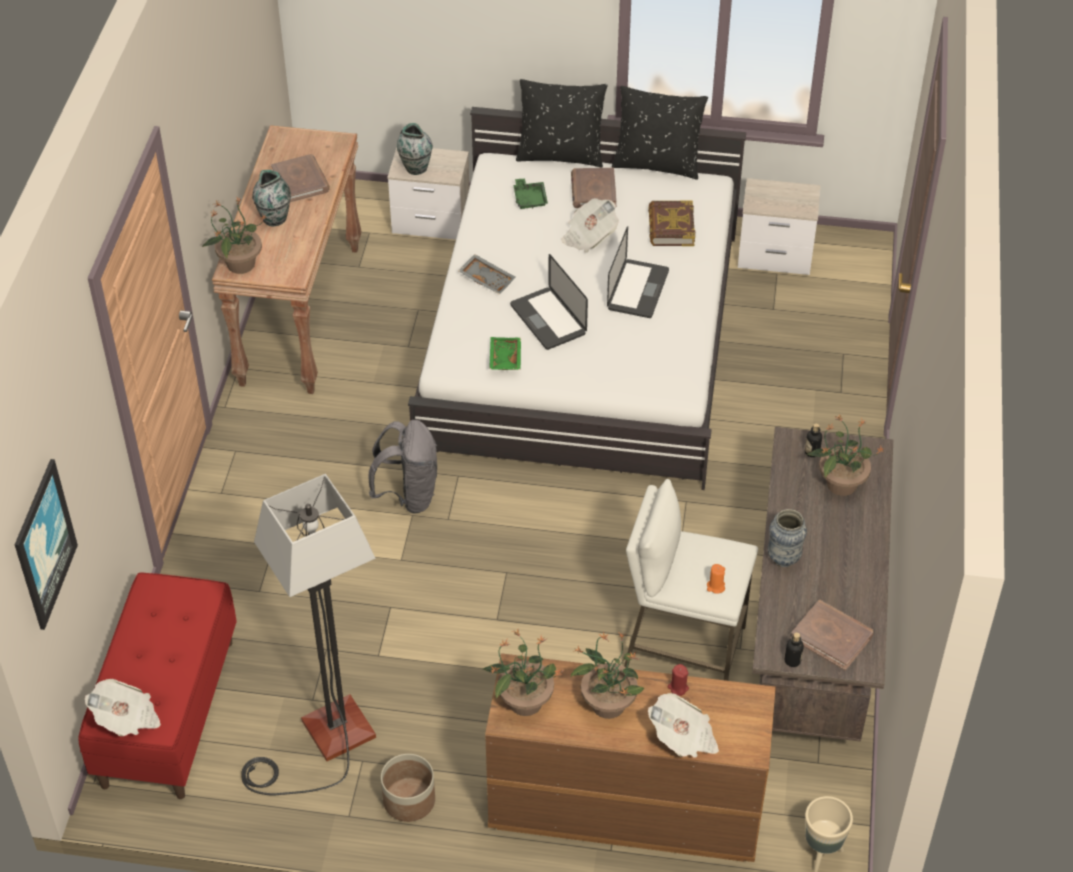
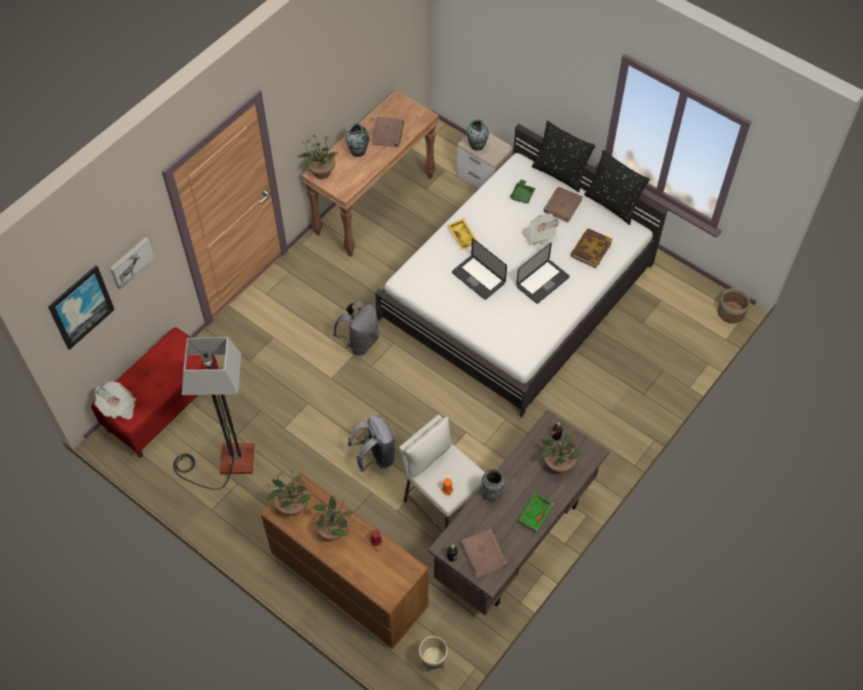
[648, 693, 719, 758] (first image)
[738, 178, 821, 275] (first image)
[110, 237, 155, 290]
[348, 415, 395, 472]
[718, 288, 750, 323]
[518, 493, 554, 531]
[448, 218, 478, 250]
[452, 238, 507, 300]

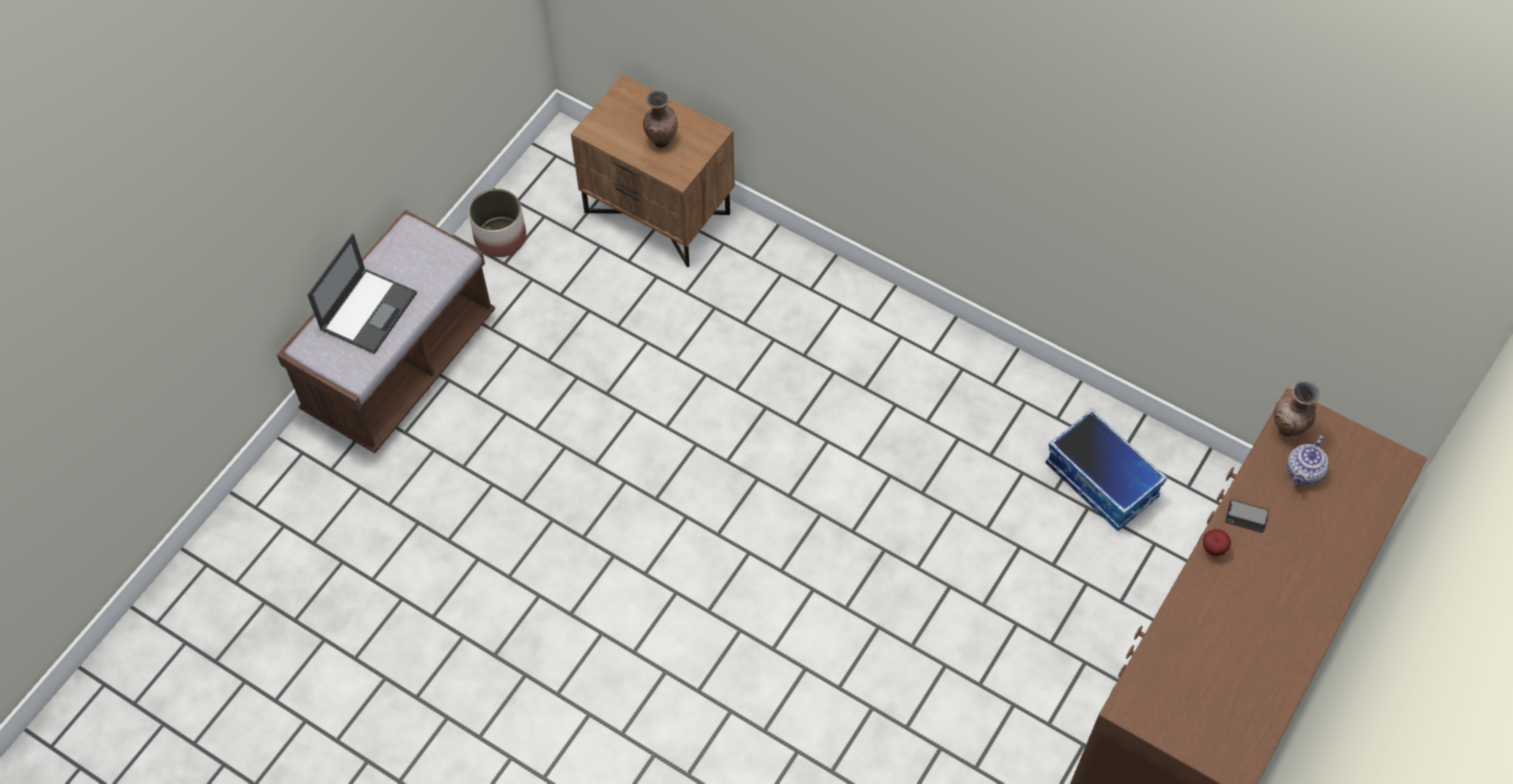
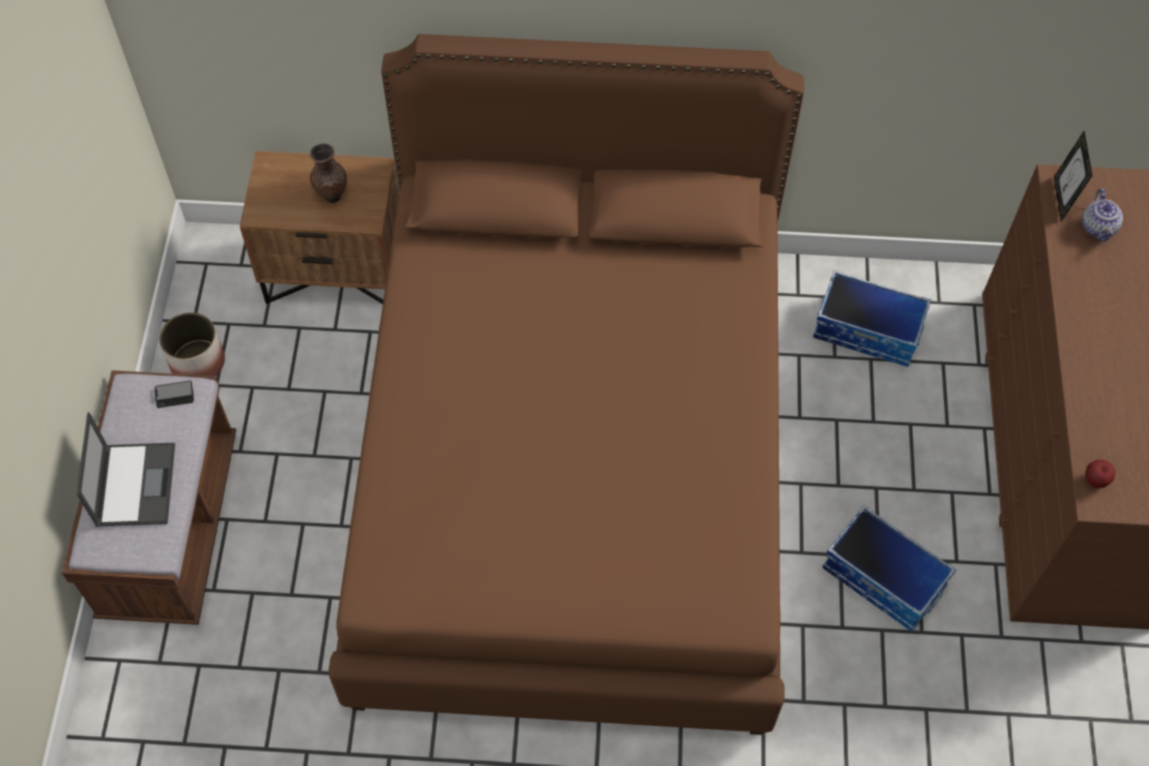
[328, 34, 804, 735]
[822, 505, 957, 632]
[1085, 459, 1115, 488]
[155, 381, 194, 408]
[1054, 131, 1092, 221]

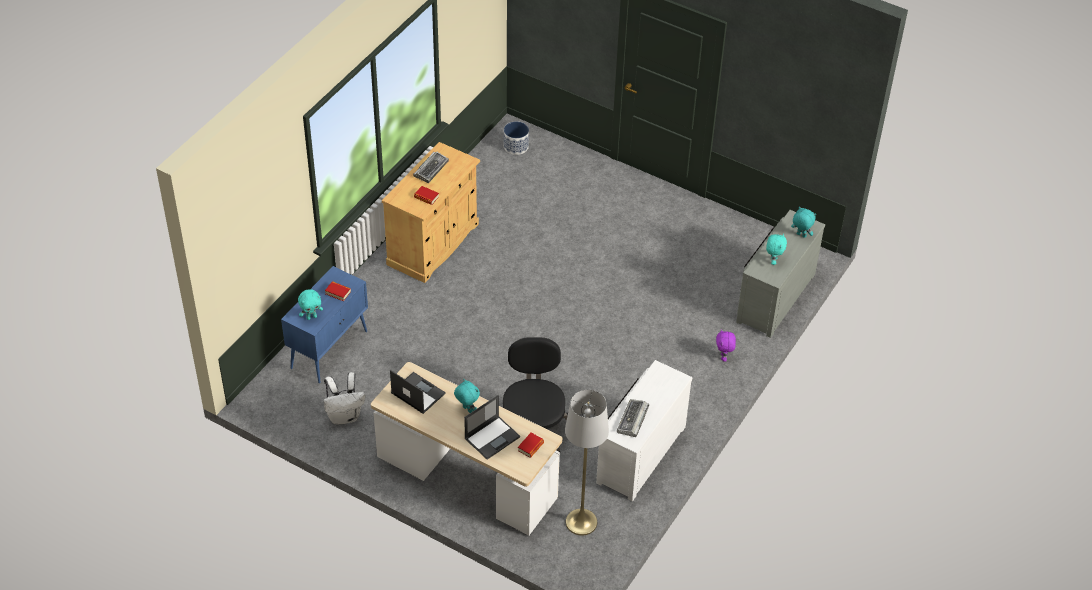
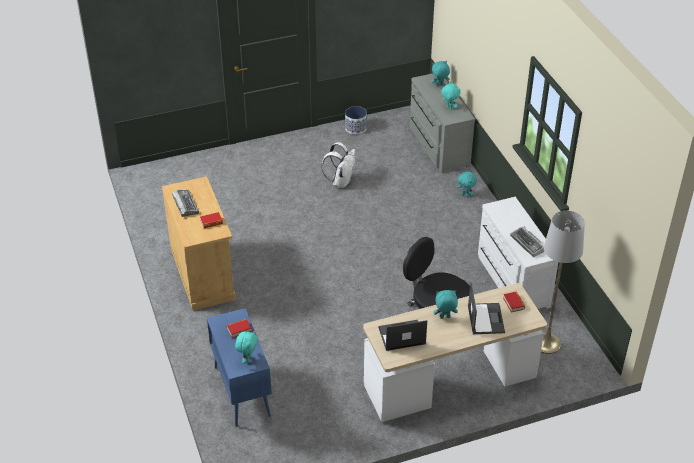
[321, 142, 355, 188]
[345, 106, 367, 135]
[458, 171, 477, 198]

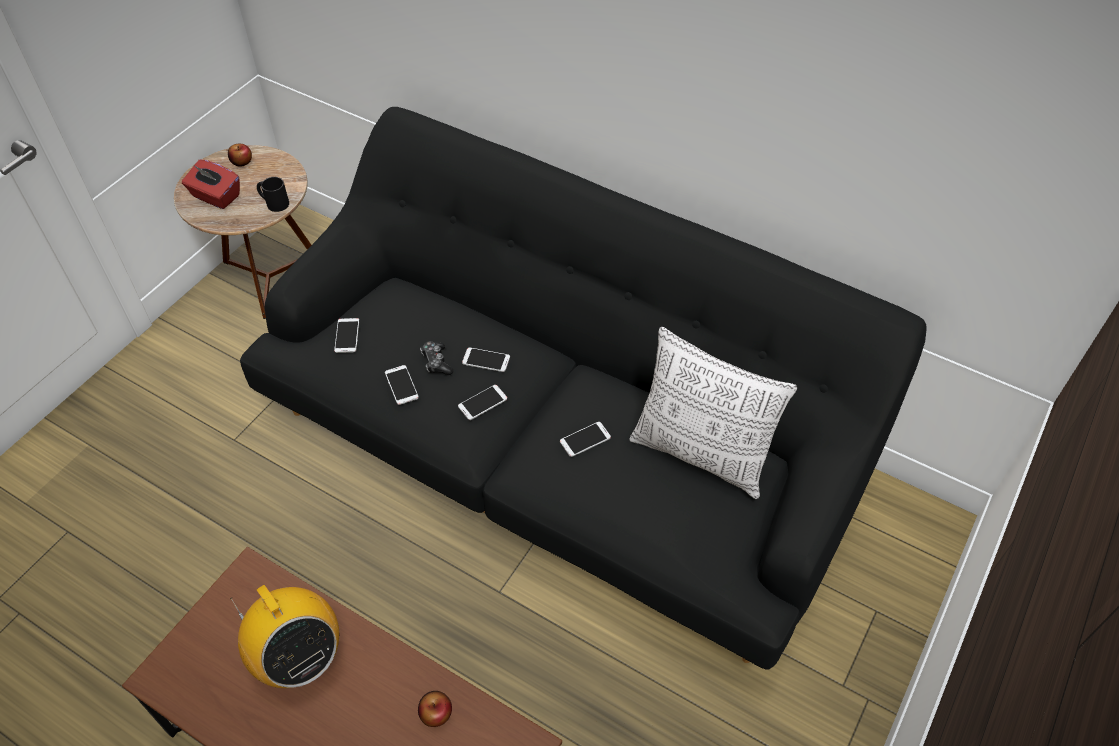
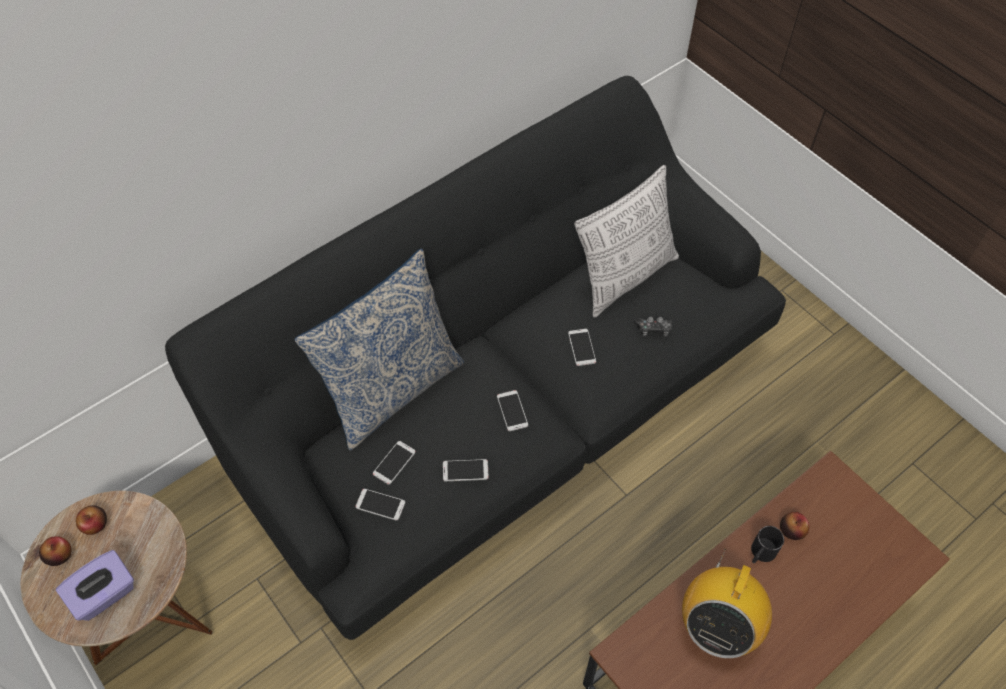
[76, 505, 107, 535]
[295, 249, 464, 451]
[751, 526, 784, 563]
[634, 316, 673, 337]
[373, 441, 415, 485]
[56, 550, 134, 621]
[682, 549, 772, 658]

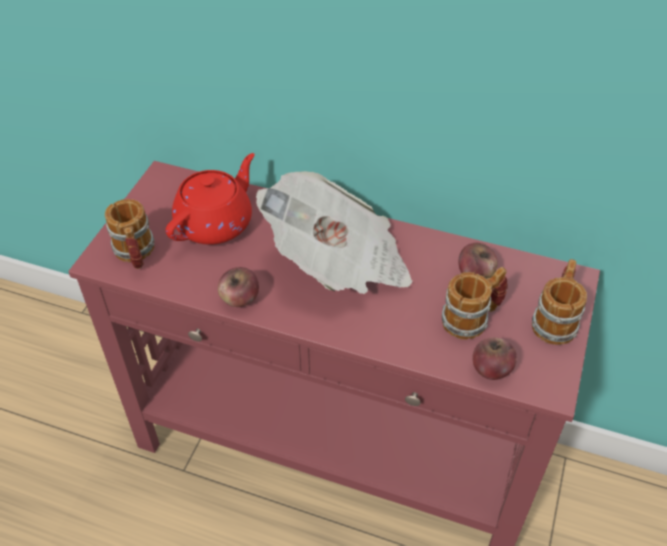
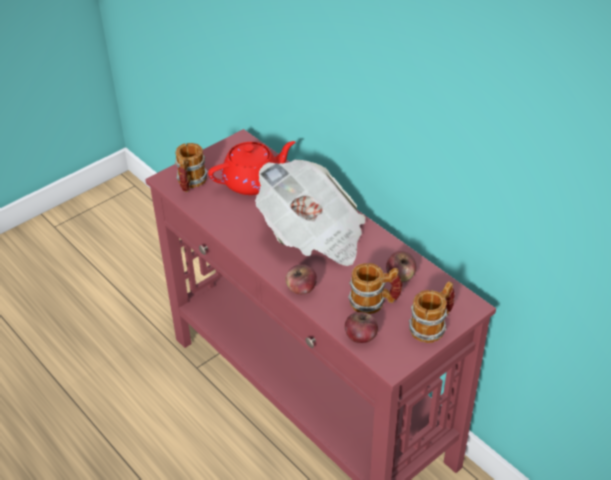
[286, 264, 317, 294]

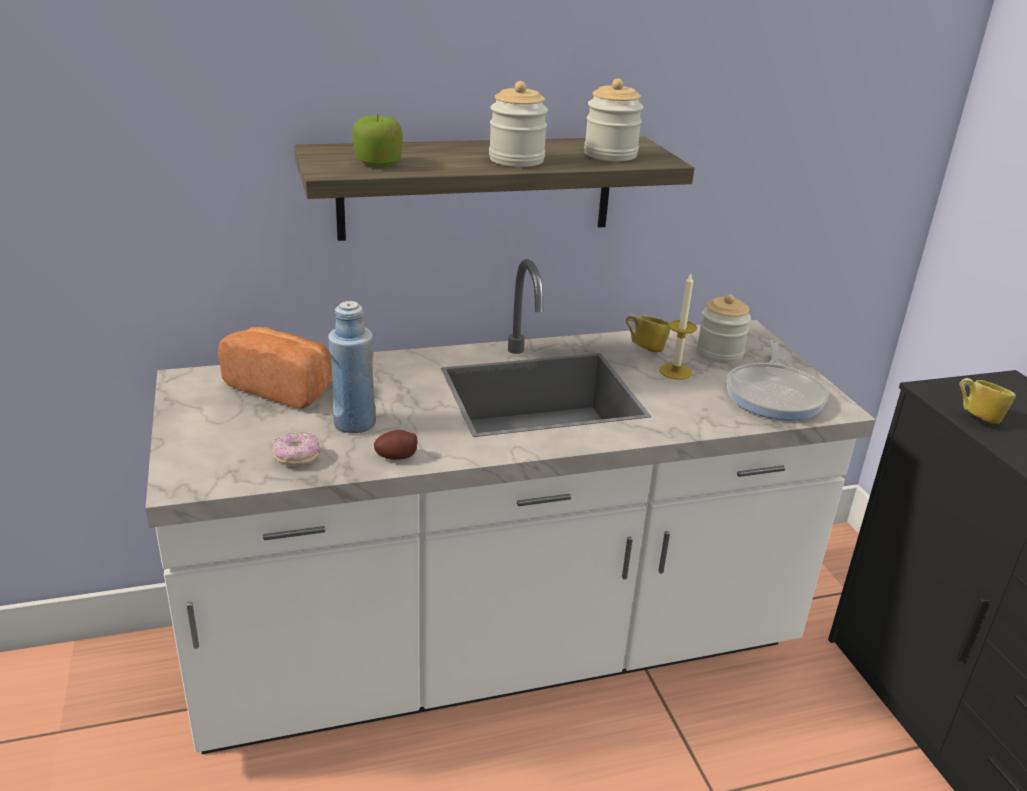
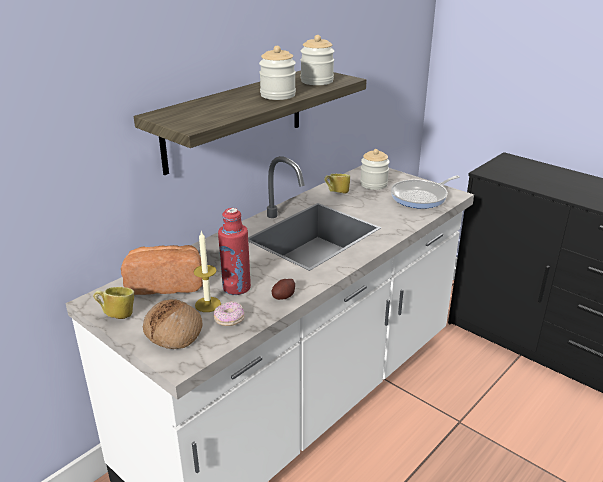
[353, 114, 403, 166] (first image)
[143, 299, 203, 349]
[194, 231, 221, 312]
[93, 287, 134, 319]
[218, 208, 251, 295]
[391, 175, 460, 209]

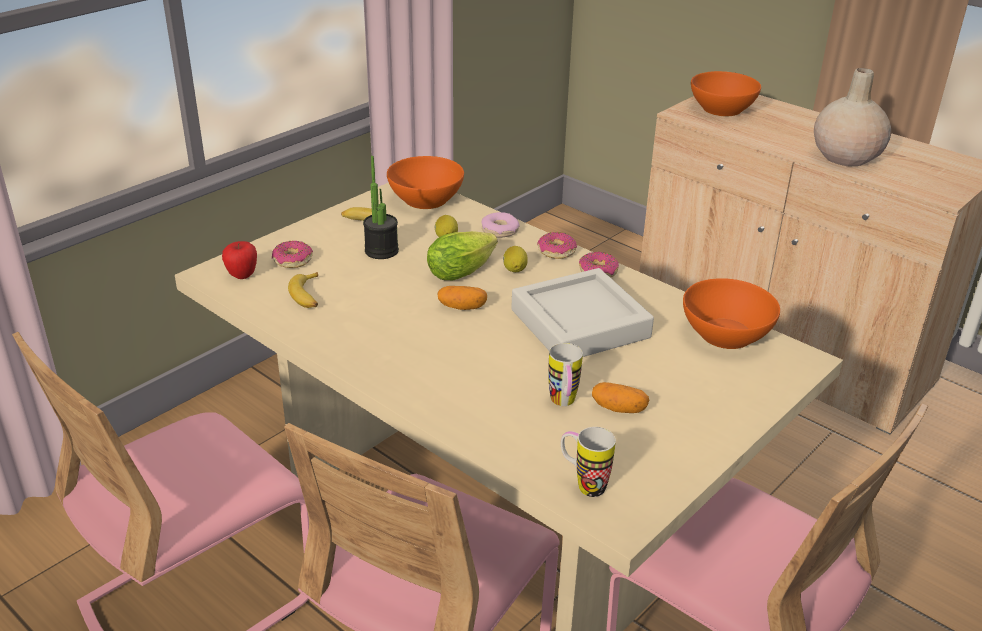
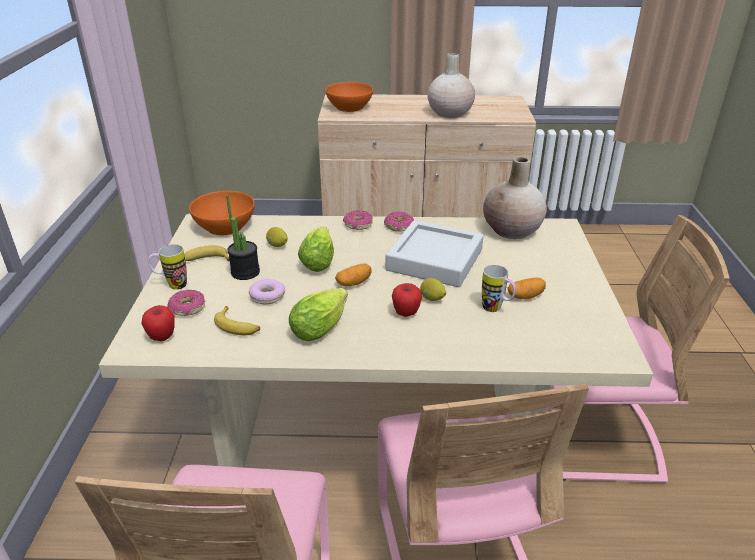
[289, 288, 348, 341]
[392, 283, 422, 317]
[249, 279, 285, 304]
[420, 278, 446, 301]
[148, 244, 187, 290]
[483, 157, 547, 239]

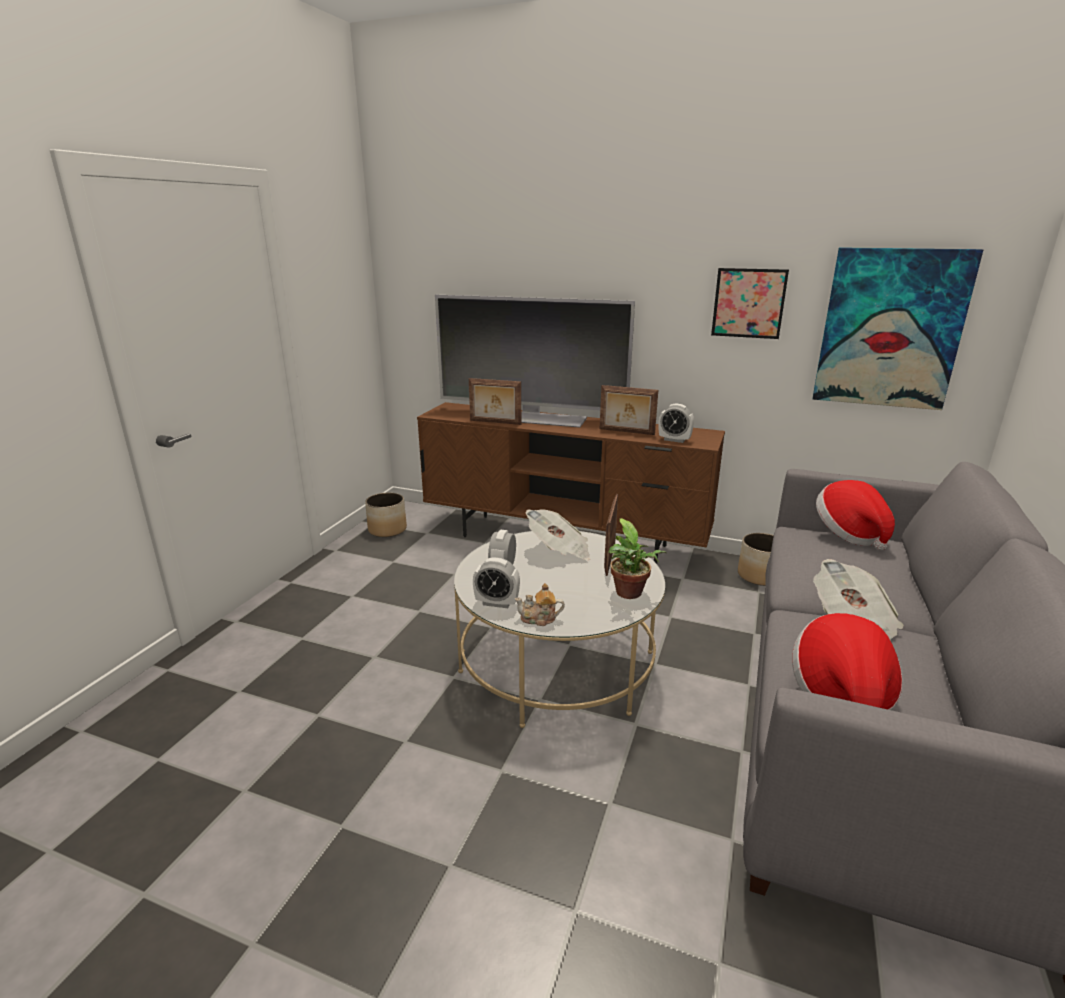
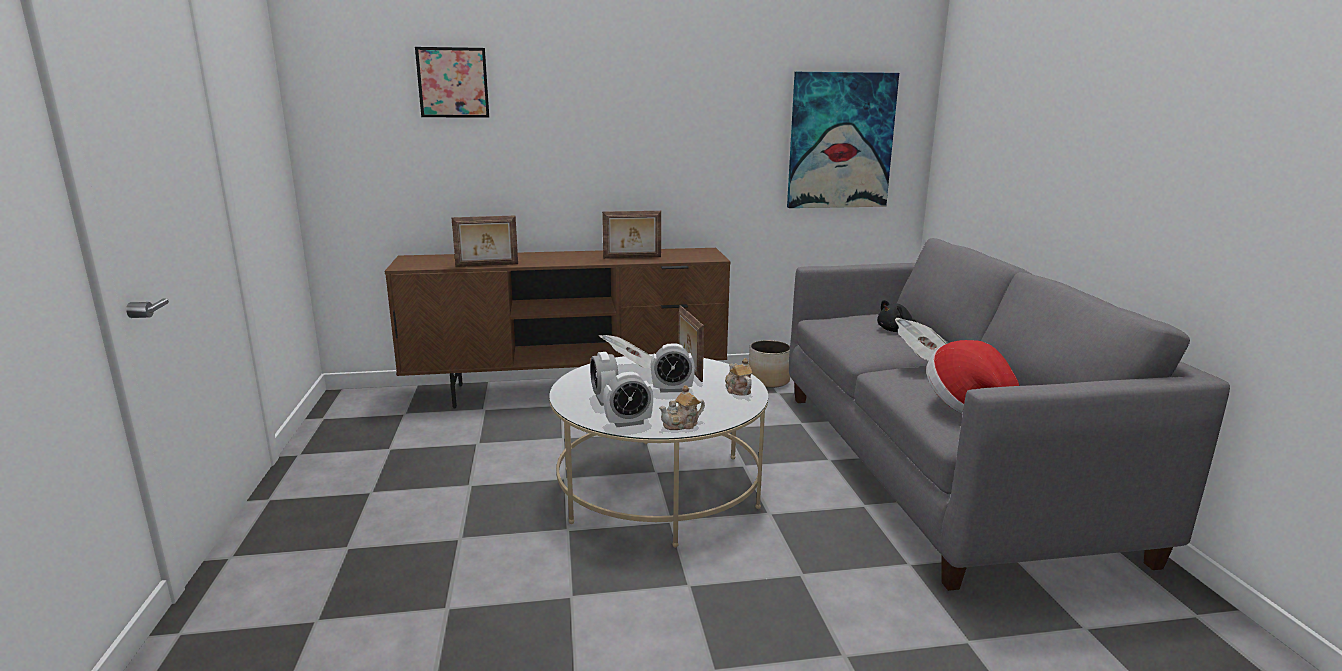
[365, 493, 407, 537] (first image)
[435, 295, 635, 428] (first image)
[816, 480, 895, 550] (first image)
[877, 300, 917, 332]
[651, 343, 695, 393]
[415, 47, 489, 117]
[725, 358, 753, 396]

